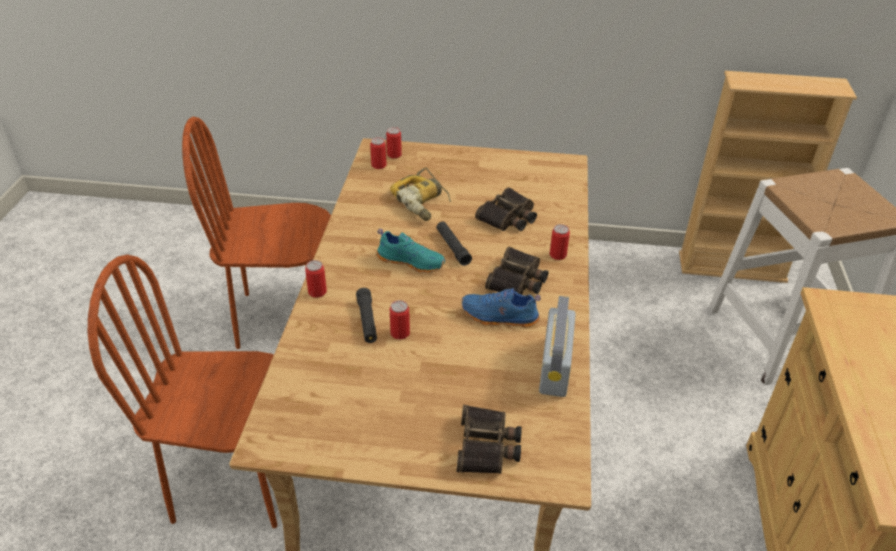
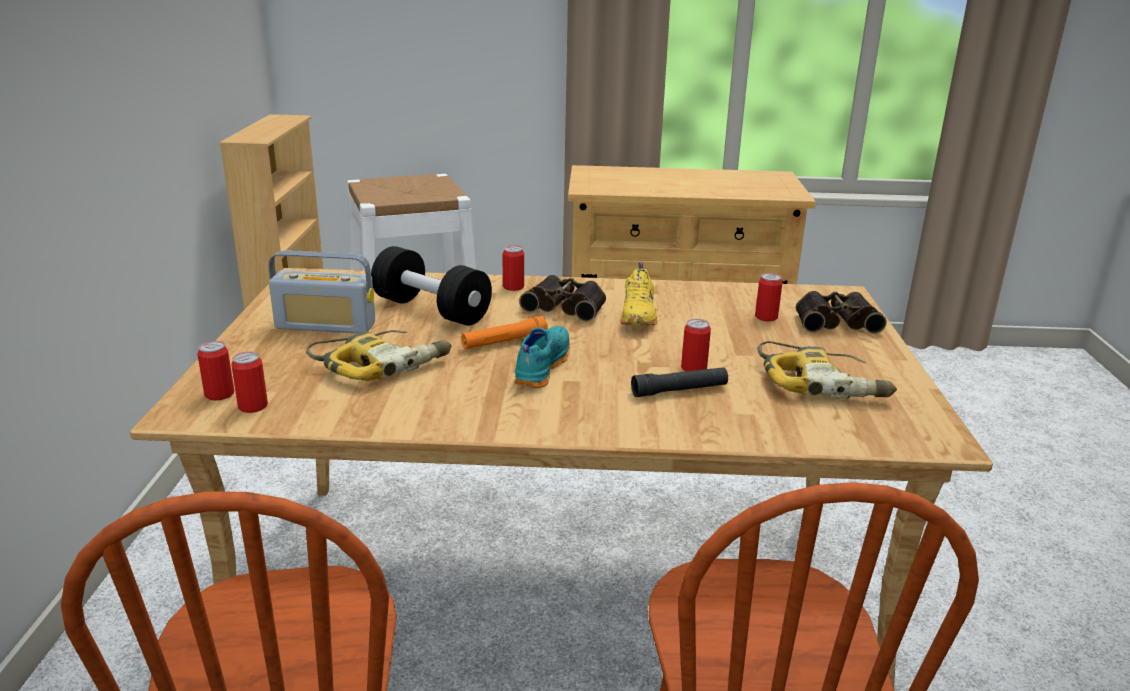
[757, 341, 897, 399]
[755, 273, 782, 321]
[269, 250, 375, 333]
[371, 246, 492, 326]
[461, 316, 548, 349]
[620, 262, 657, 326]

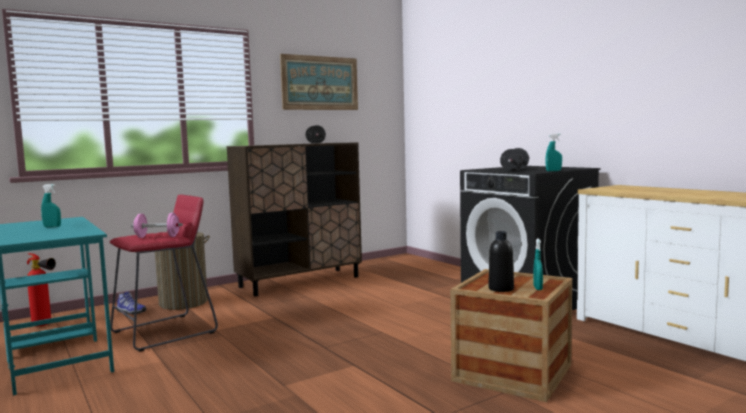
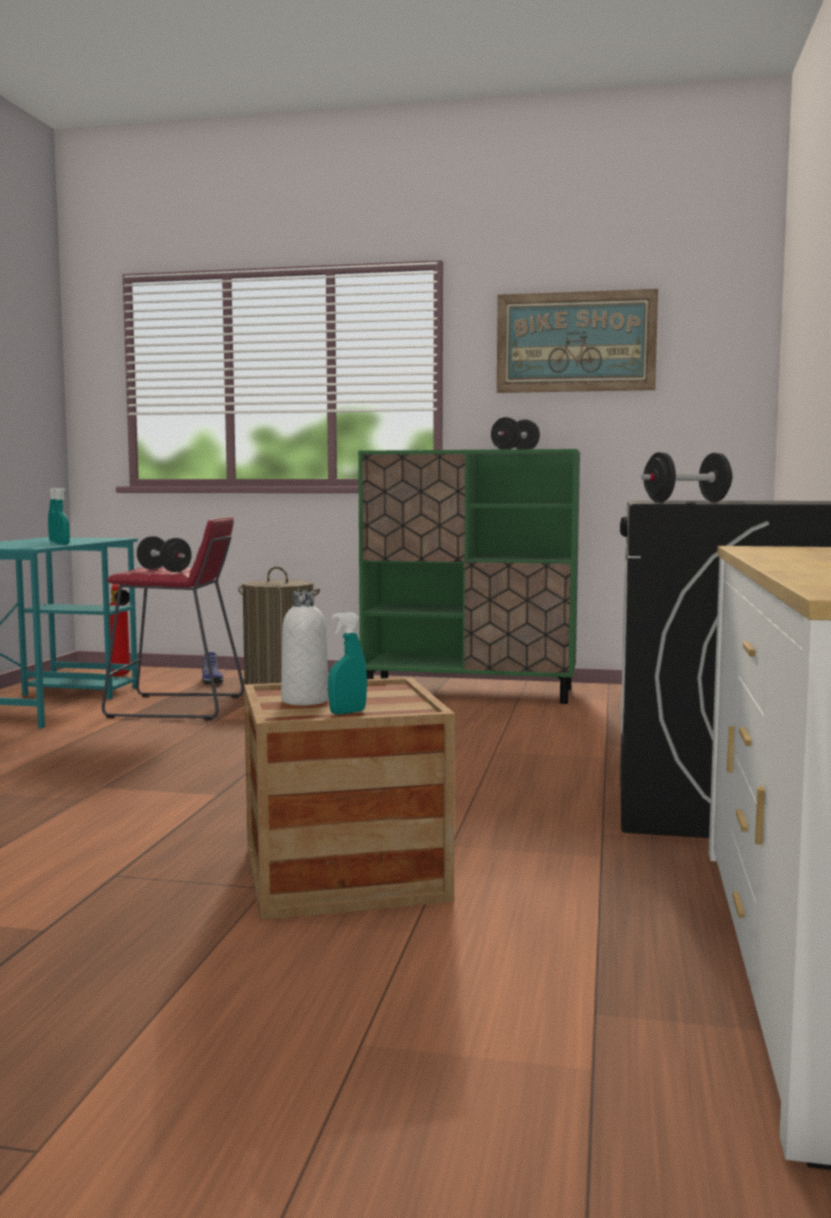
[53, 488, 70, 544]
[137, 536, 192, 572]
[358, 449, 580, 704]
[281, 591, 329, 706]

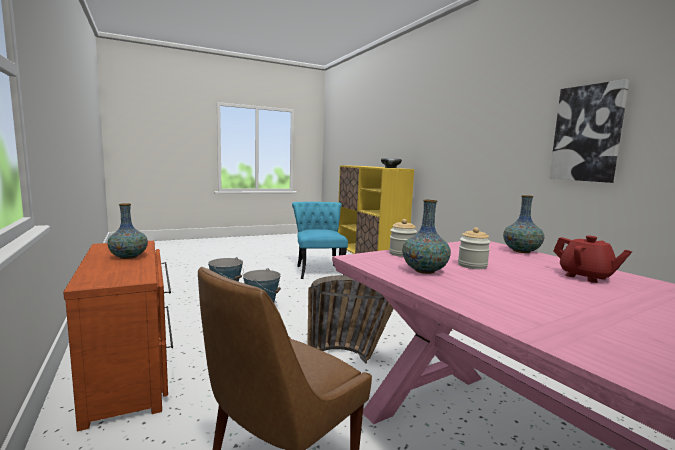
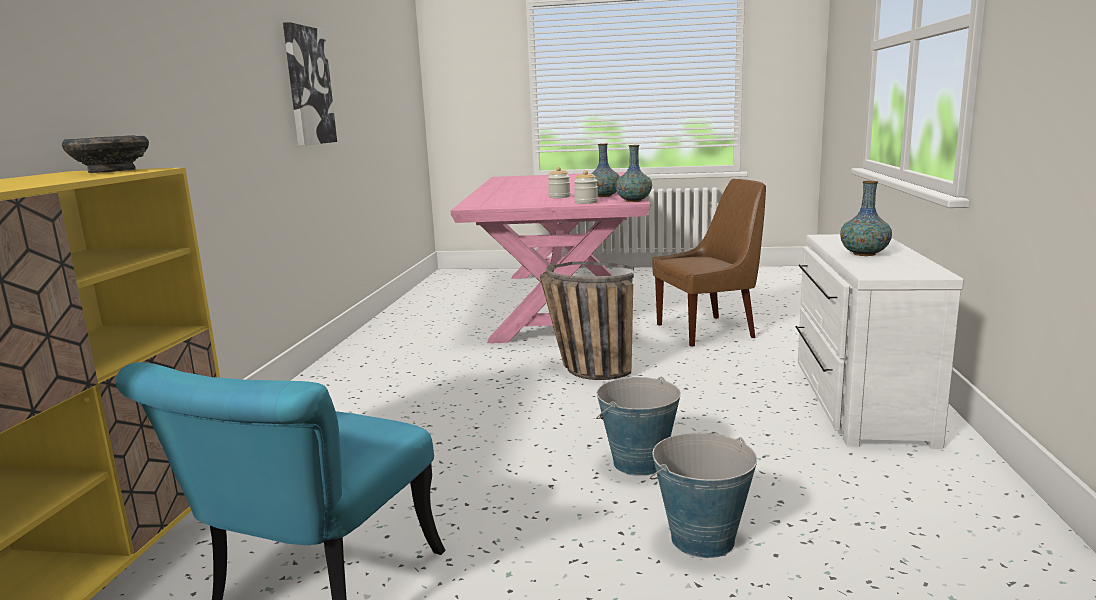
[553, 236, 632, 283] (first image)
[616, 145, 652, 202]
[796, 234, 964, 449]

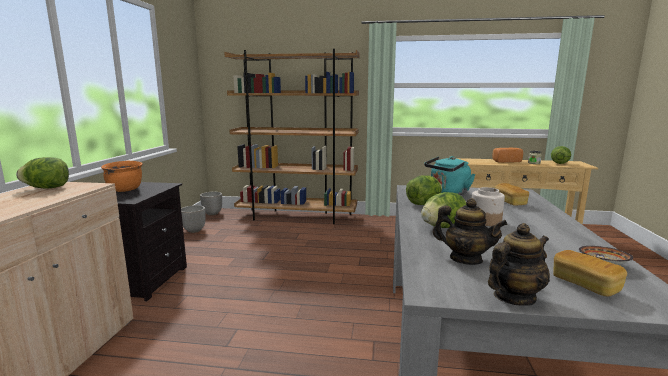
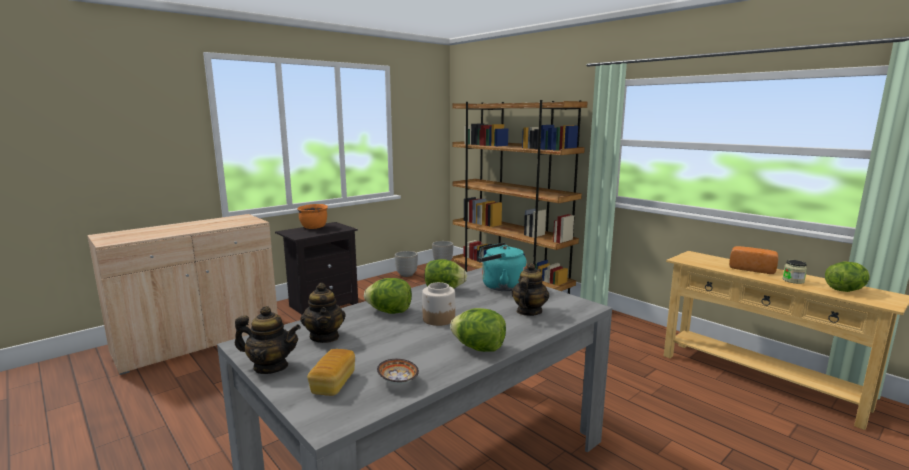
[450, 308, 506, 352]
[512, 263, 549, 316]

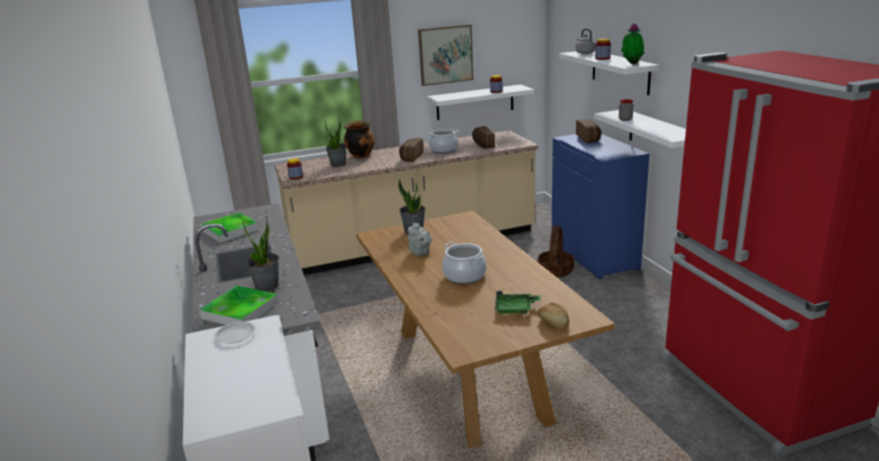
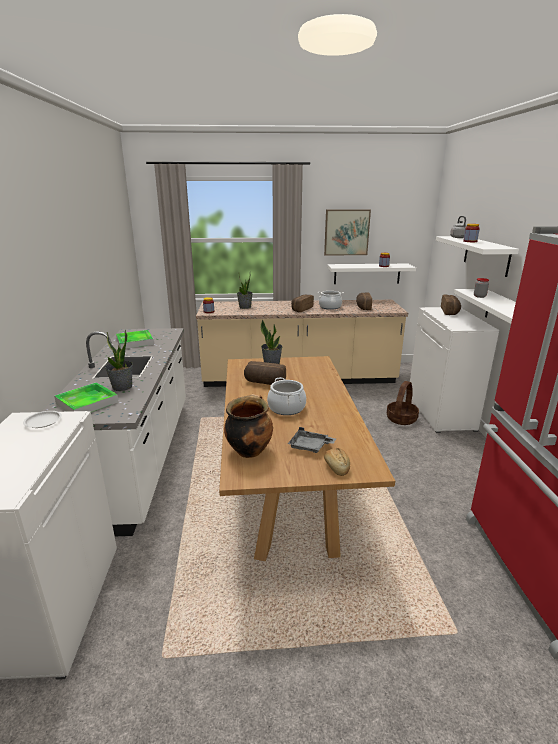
[621, 23, 644, 64] (first image)
[224, 394, 273, 458]
[244, 361, 286, 385]
[288, 427, 336, 453]
[410, 307, 499, 433]

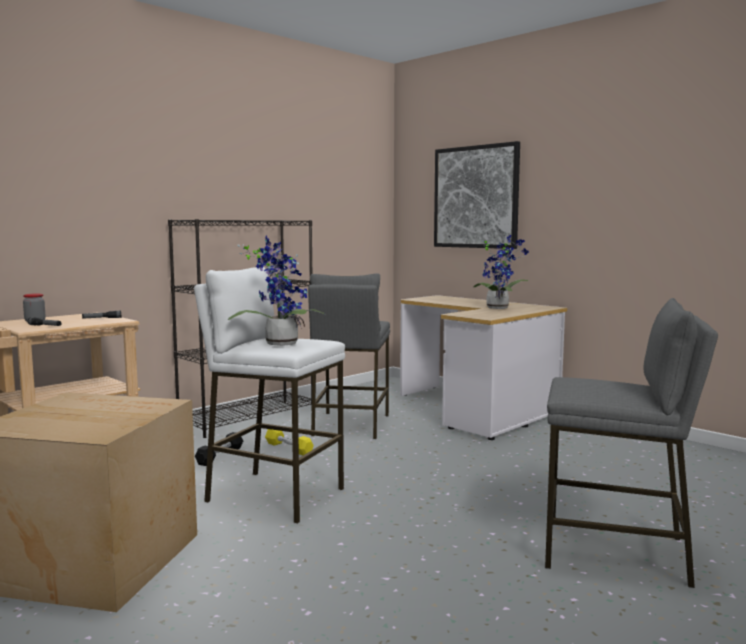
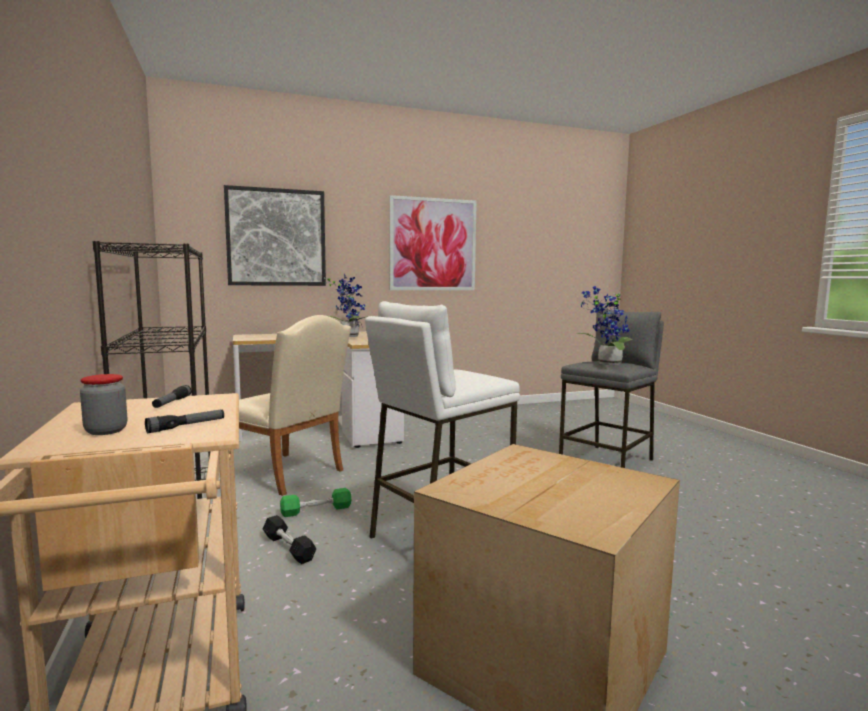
[389, 195, 477, 290]
[577, 286, 633, 365]
[239, 315, 351, 496]
[280, 488, 351, 517]

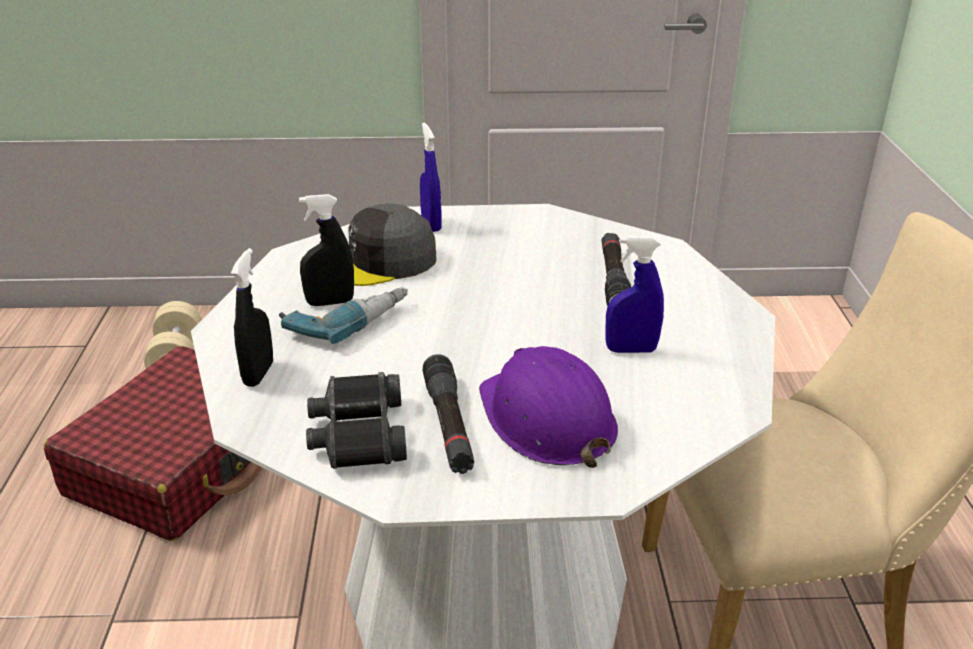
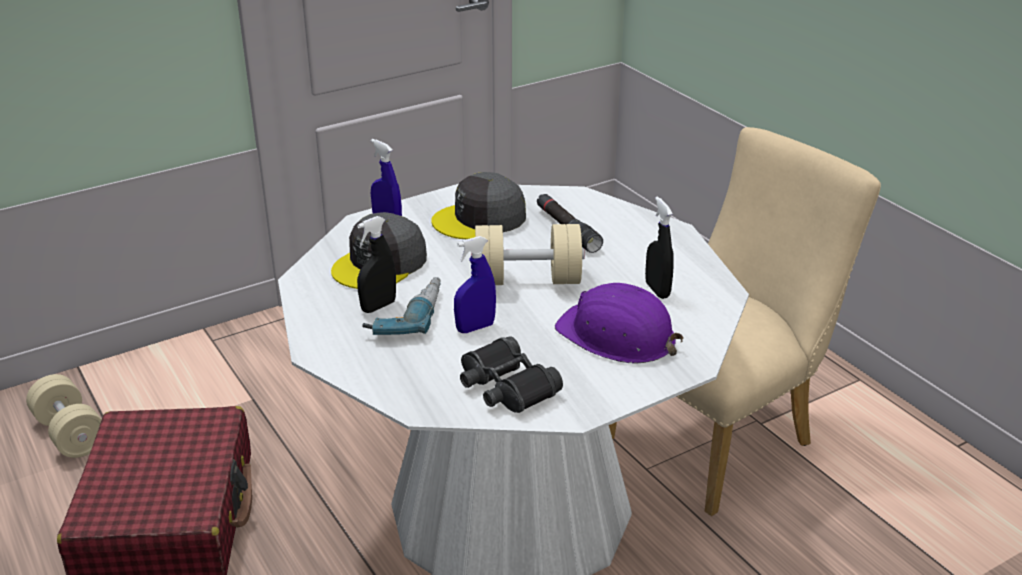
[423, 354, 474, 474] (first image)
[431, 172, 526, 239]
[471, 224, 585, 285]
[645, 197, 674, 299]
[454, 236, 496, 333]

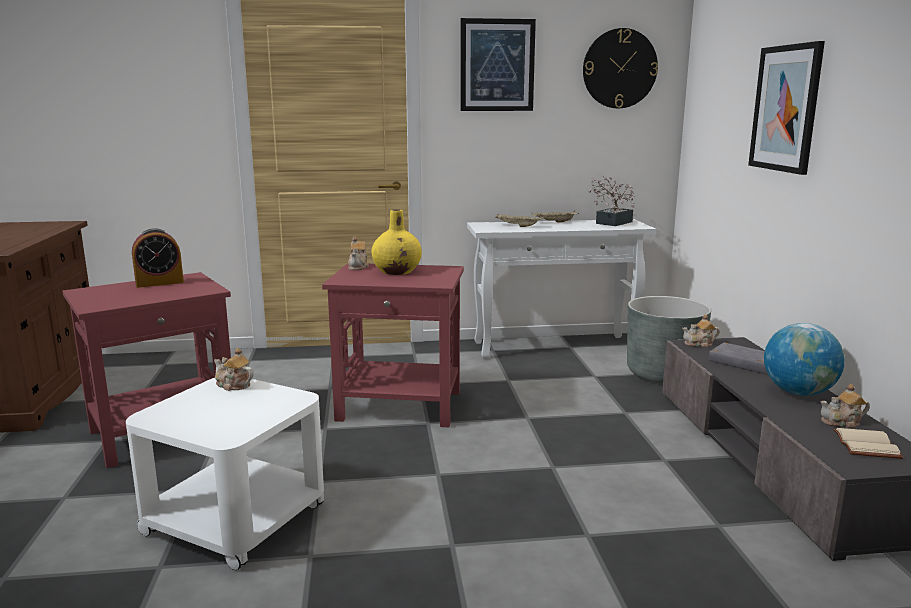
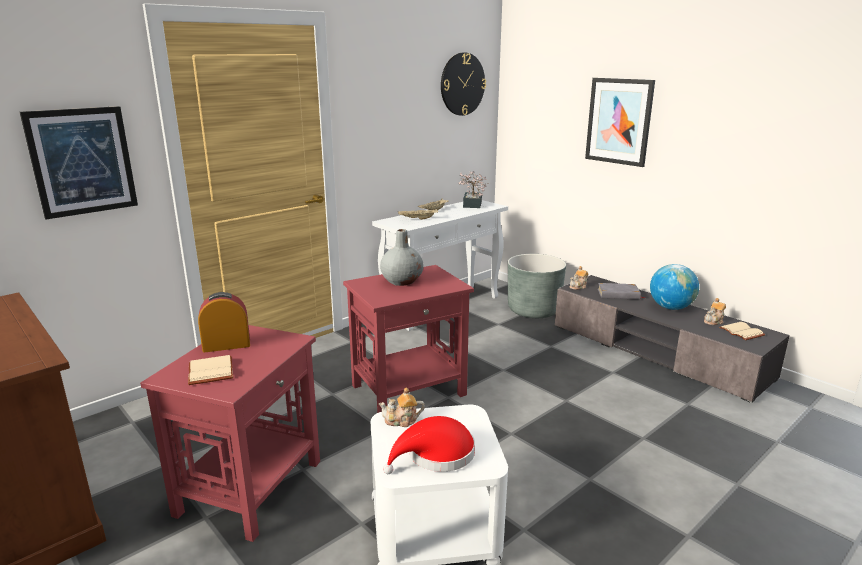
[348, 237, 369, 270] (first image)
[188, 355, 233, 385]
[383, 416, 475, 474]
[20, 106, 138, 219]
[380, 229, 424, 286]
[198, 292, 250, 353]

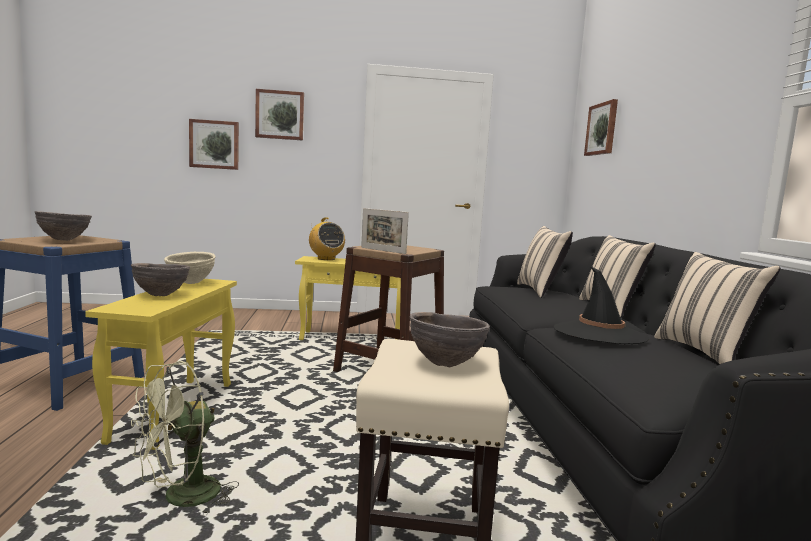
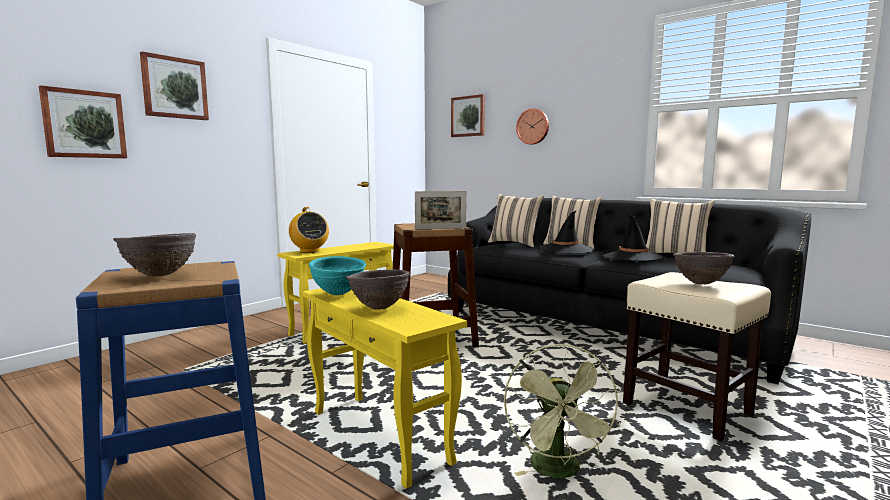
[516, 109, 549, 145]
[539, 211, 594, 254]
[309, 256, 366, 295]
[289, 207, 329, 253]

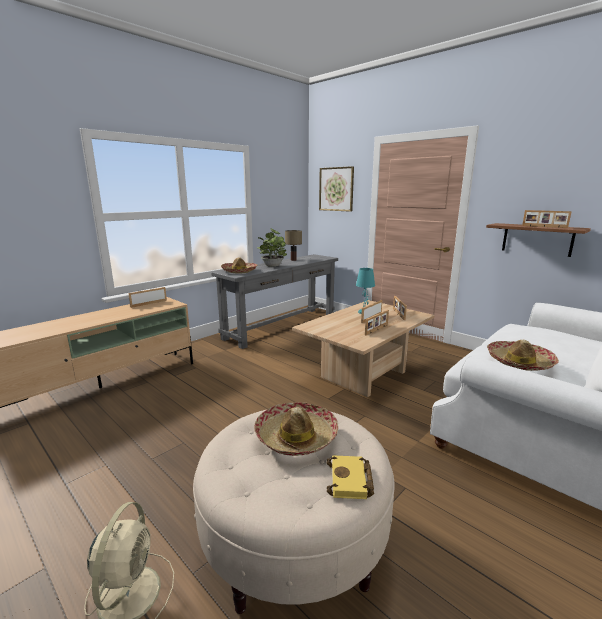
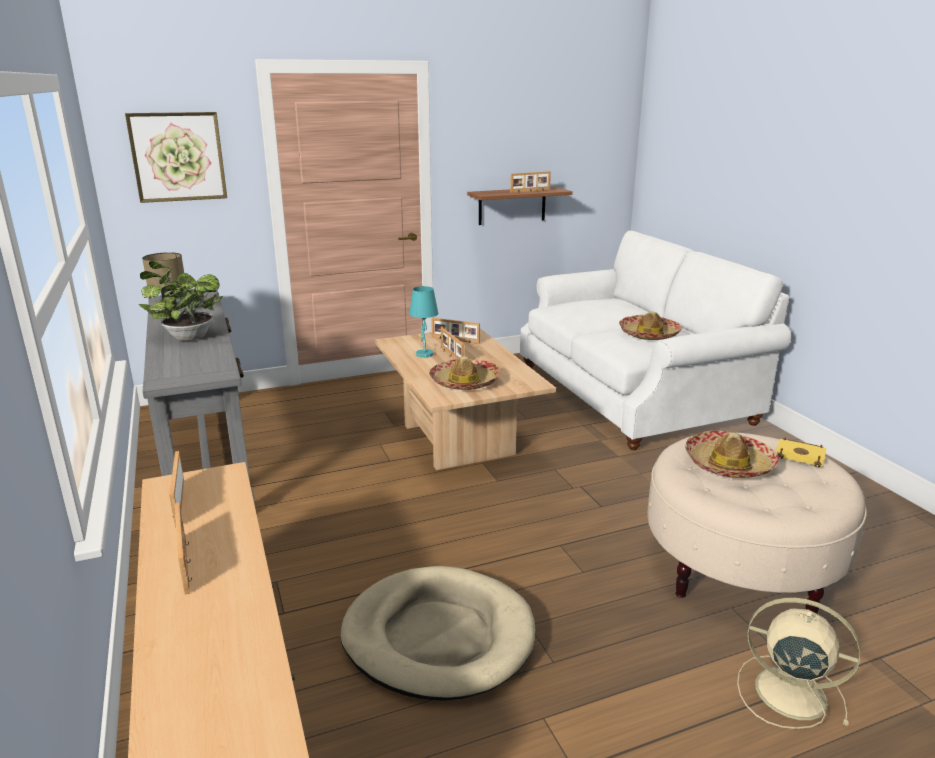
[340, 566, 535, 700]
[429, 356, 500, 390]
[175, 503, 192, 595]

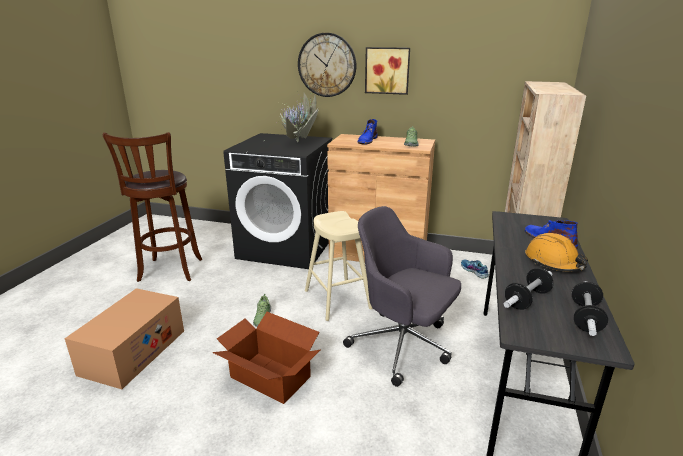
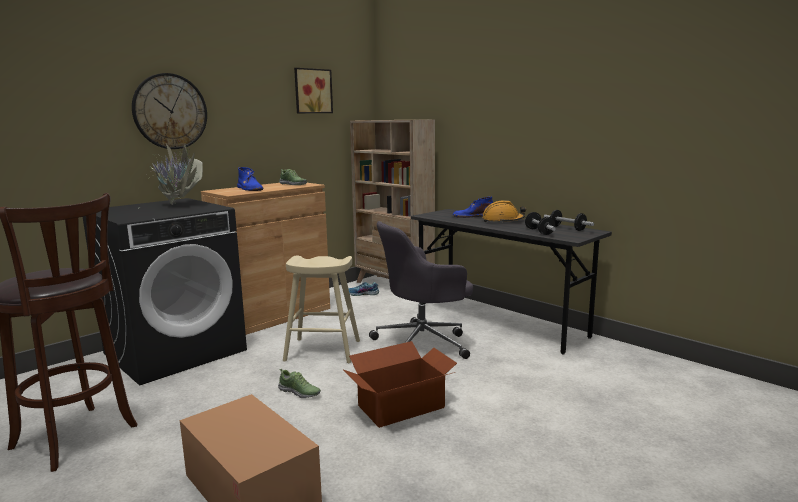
[294, 68, 333, 113]

